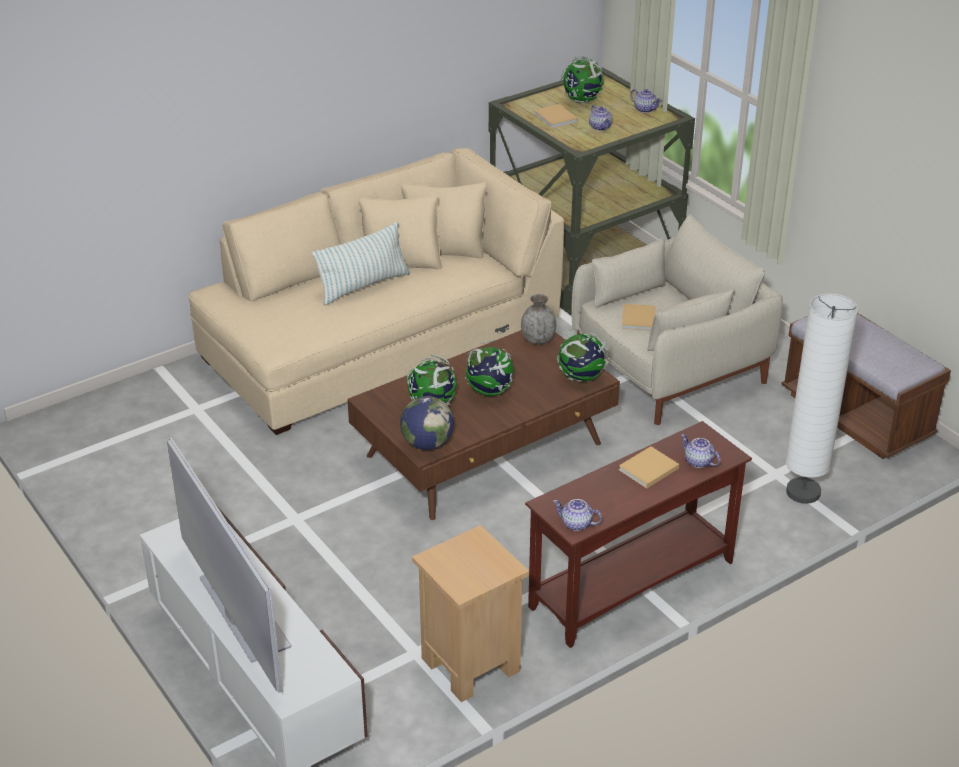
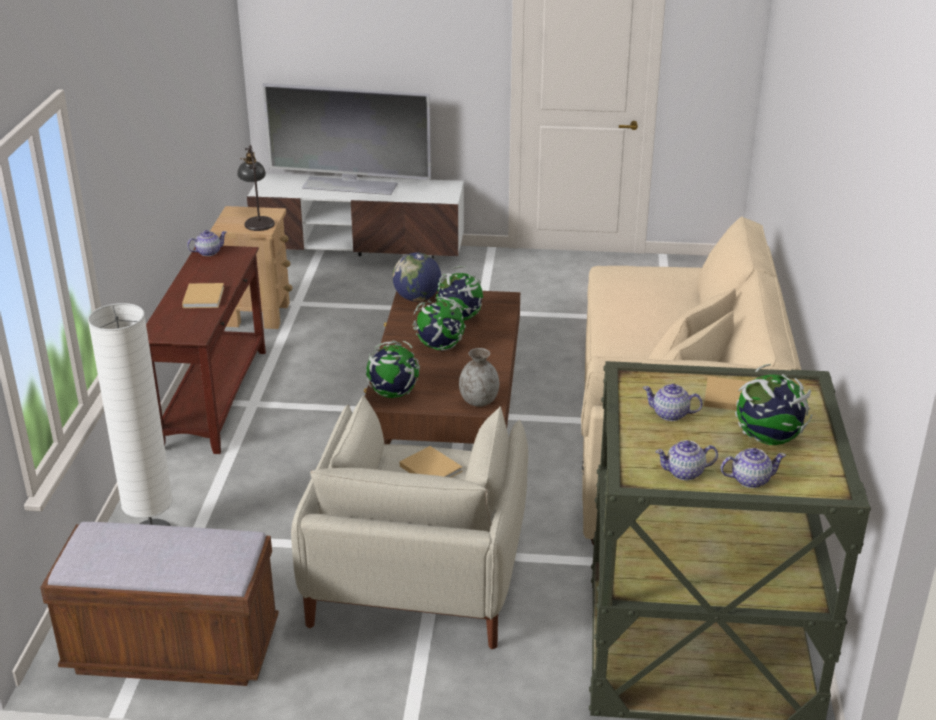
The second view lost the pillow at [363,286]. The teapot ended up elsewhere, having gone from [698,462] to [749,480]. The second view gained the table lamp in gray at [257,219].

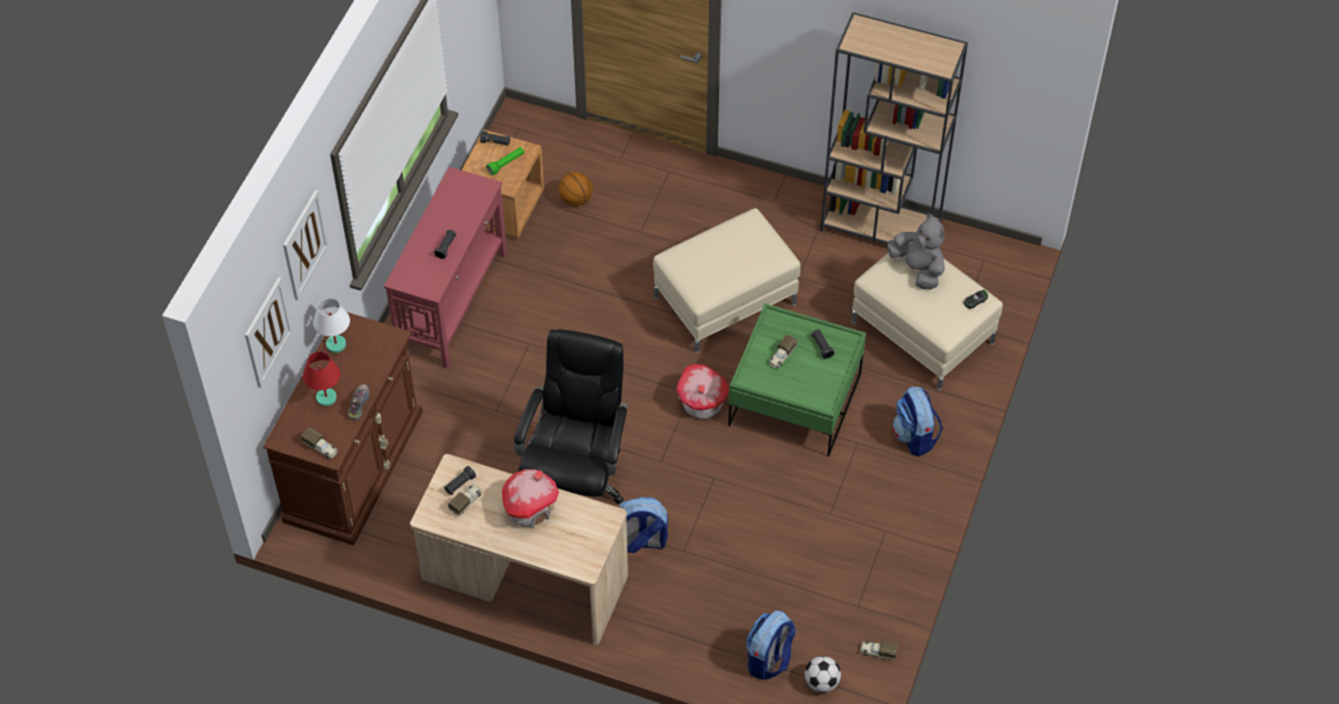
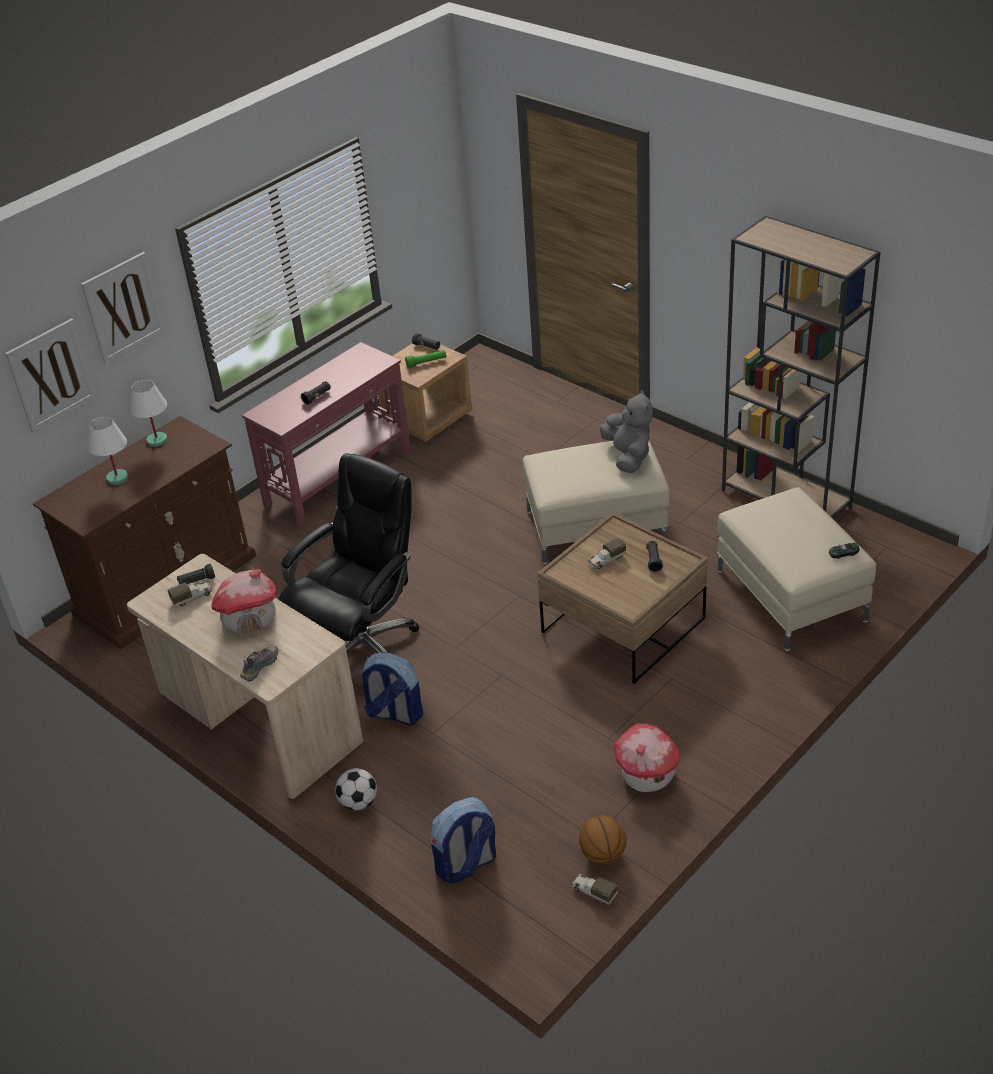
The second view lost the model truck at [321,448]. What was the table lamp in red-coloured at [326,397] turned into the table lamp in white at [117,478]. The item of footwear ended up elsewhere, having gone from [358,404] to [260,666]. The basketball ball ended up elsewhere, having gone from [576,200] to [603,855]. The toy house ended up elsewhere, having gone from [702,403] to [647,774]. What was the coffee table in green-coloured at [795,400] turned into the coffee table in brownish at [623,625]. The football ball ended up elsewhere, having gone from [821,682] to [358,802]. The soft toy in gray ended up elsewhere, having gone from [918,269] to [628,456]. The second view lost the knapsack at [915,436].

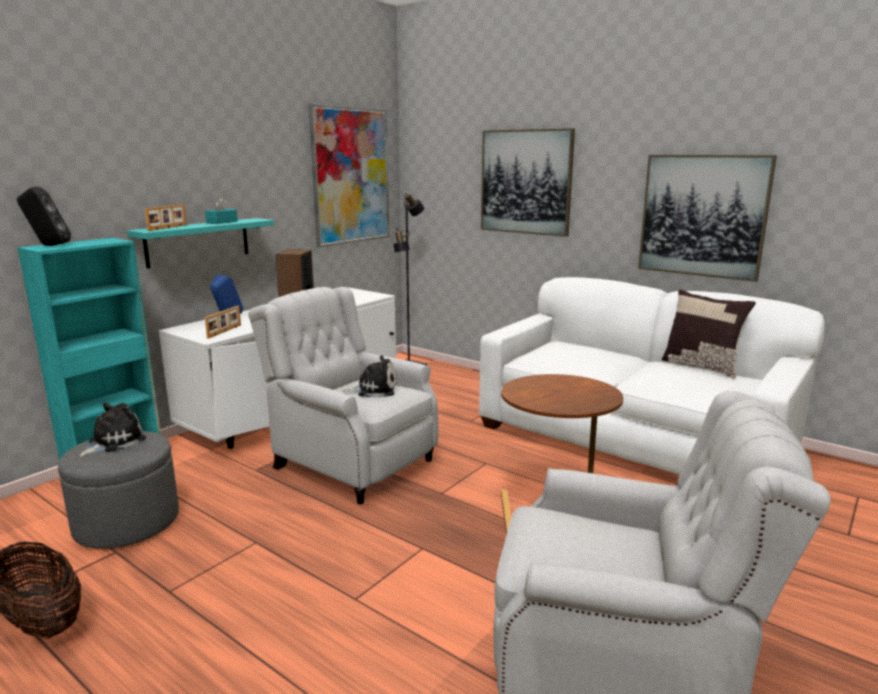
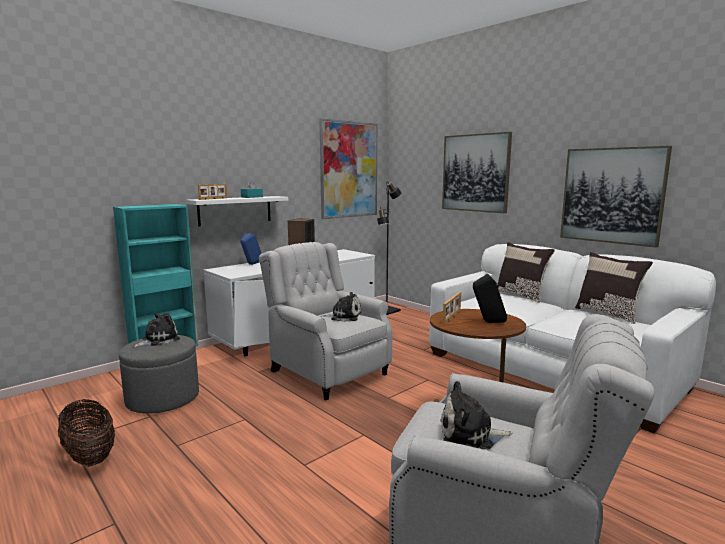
The speaker in blackish ended up elsewhere, having gone from [48,245] to [488,322]. What was the wall shelf in turquoise at [198,242] turned into the wall shelf in white at [235,210]. The photo frame ended up elsewhere, having gone from [225,331] to [452,317]. The second view gained the soft toy at [470,435]. The second view gained the pillow at [521,295].

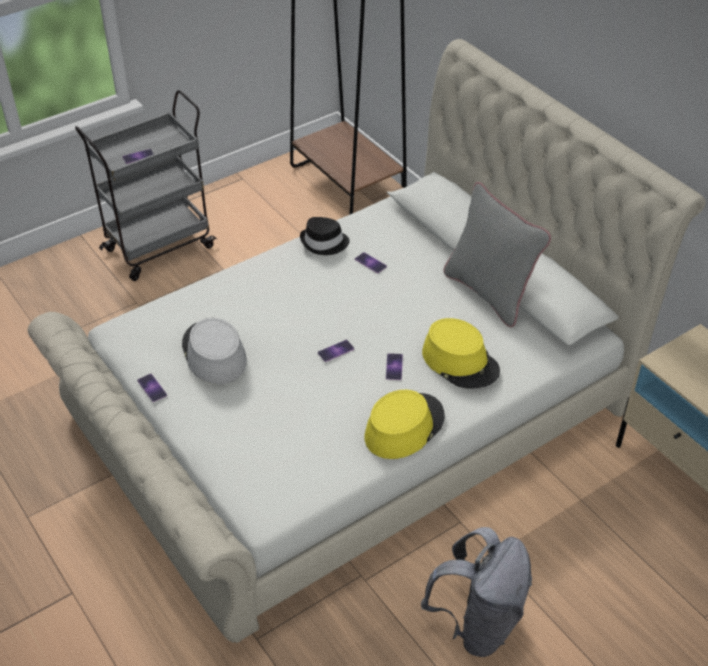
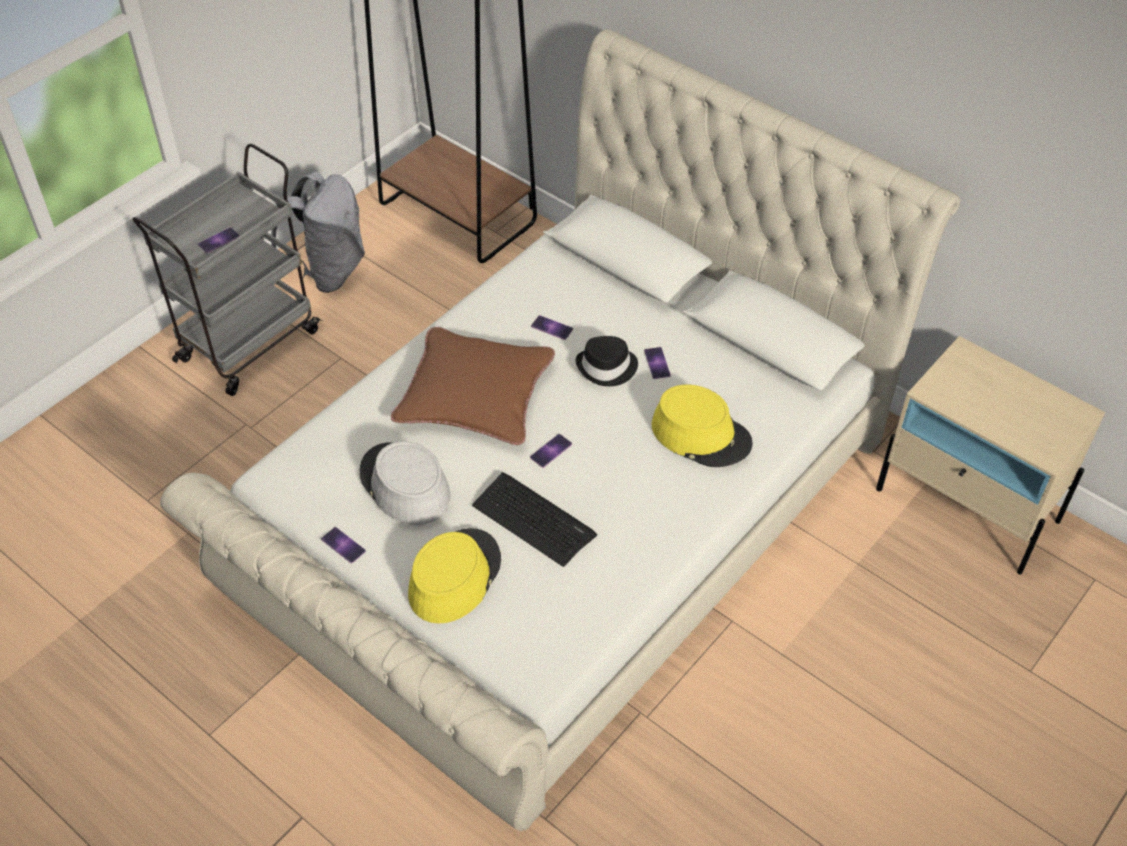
The clothing hat in blackish ended up elsewhere, having gone from [324,243] to [607,368]. The clothing hat in yellow-coloured ended up elsewhere, having gone from [404,426] to [454,576]. The phone ended up elsewhere, having gone from [394,367] to [657,363]. The knapsack in gray ended up elsewhere, having gone from [477,623] to [328,272]. The second view lost the pillow in gray at [489,293]. The second view gained the pillow in brownish at [475,395]. The second view gained the PC keyboard at [533,519].

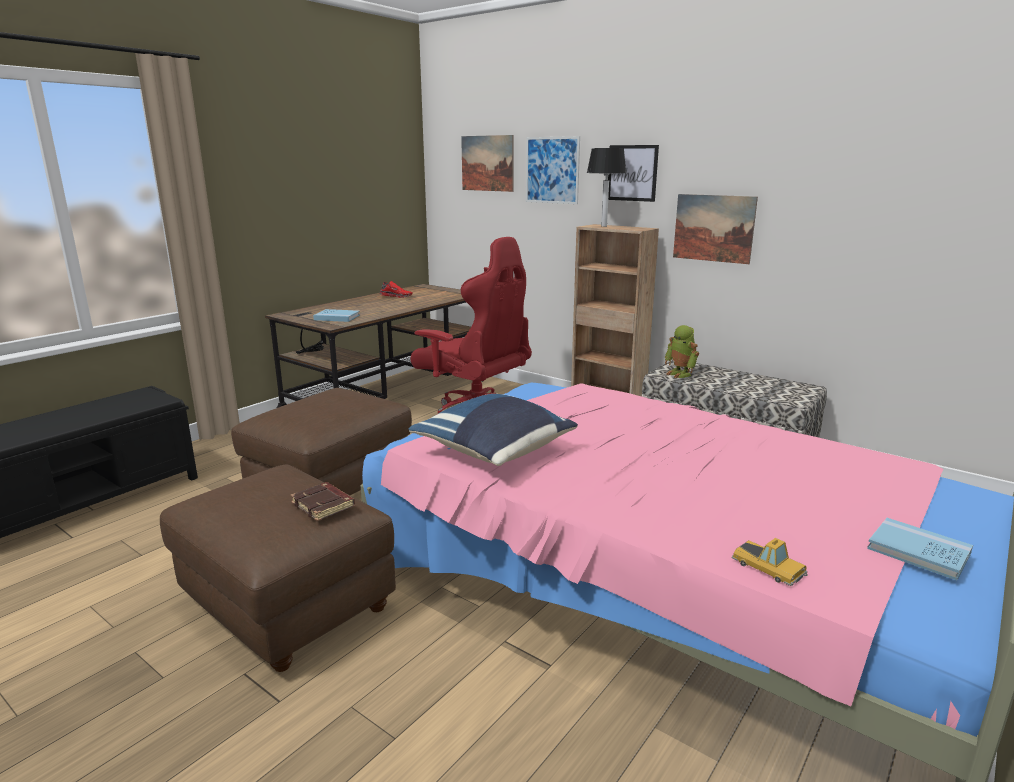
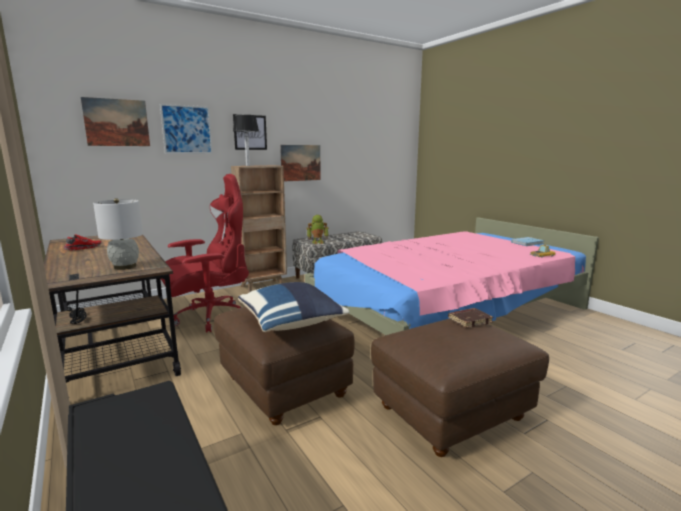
Where the volume in blue-coloured stood at [337,317], the table lamp in white came to stand at [125,267]. The pillow in blue-coloured ended up elsewhere, having gone from [495,452] to [292,323].

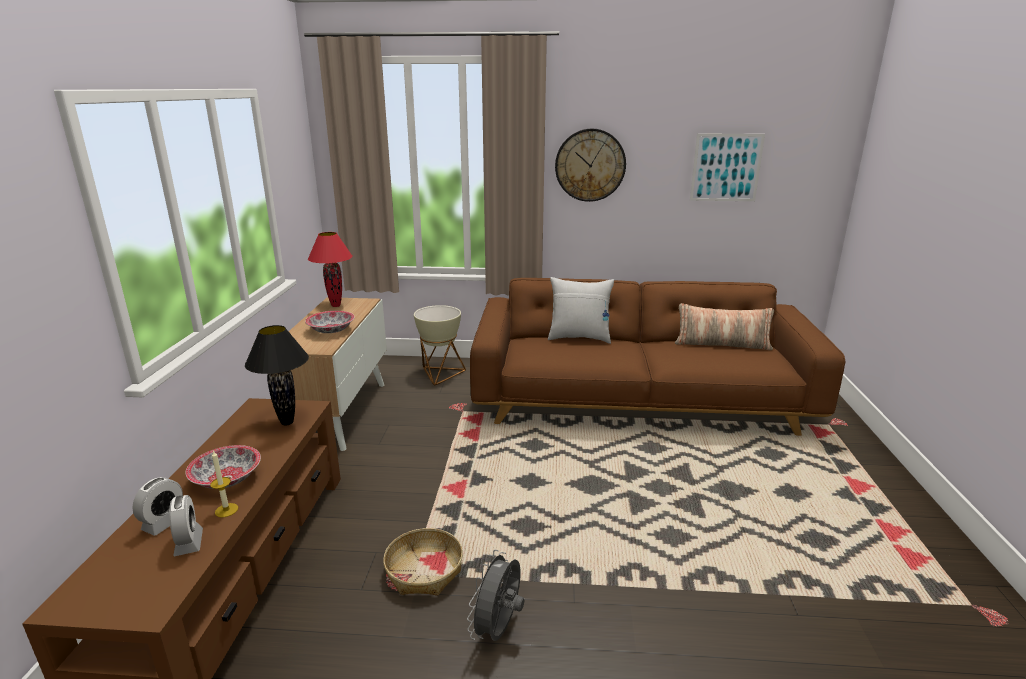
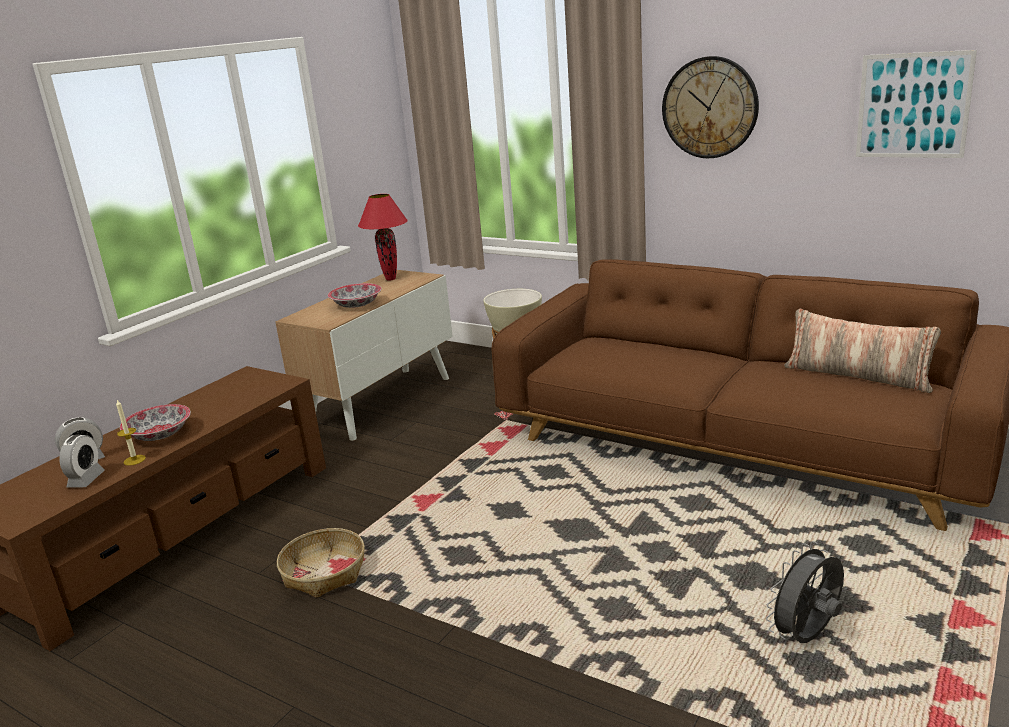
The second view lost the table lamp in blackish at [286,423]. The cooling fan in gray ended up elsewhere, having gone from [498,630] to [807,637]. The second view lost the pillow in gray at [579,338].

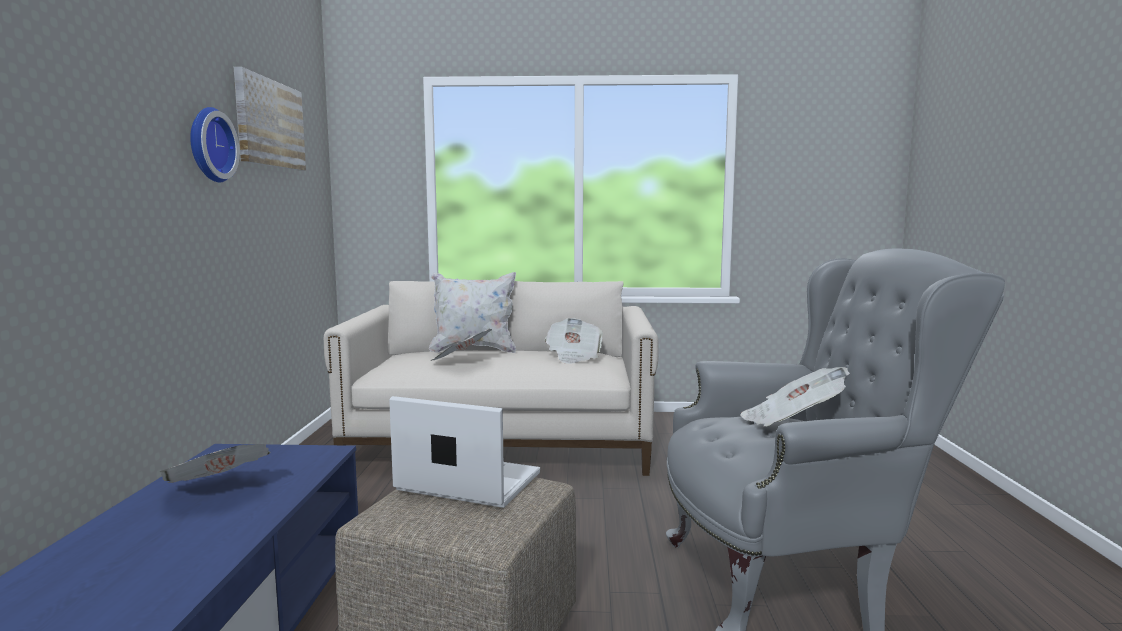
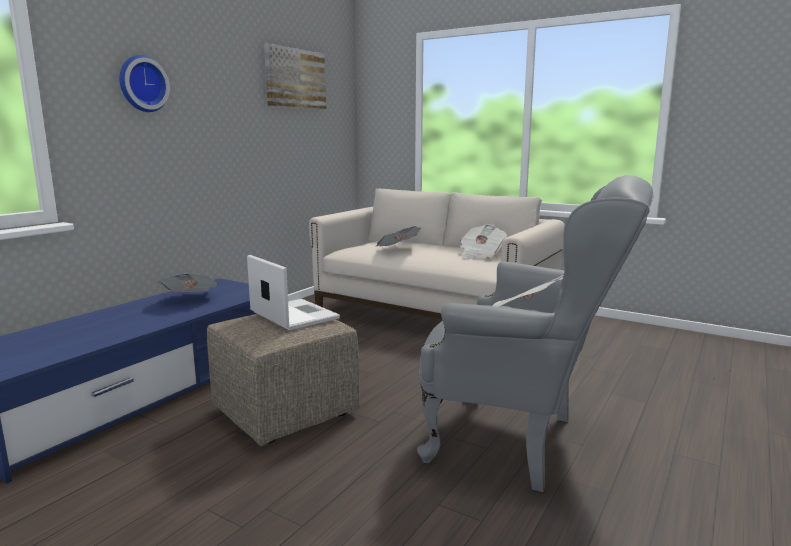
The wall clock ended up elsewhere, having gone from [208,145] to [142,84]. The second view lost the pillow in white at [473,350].

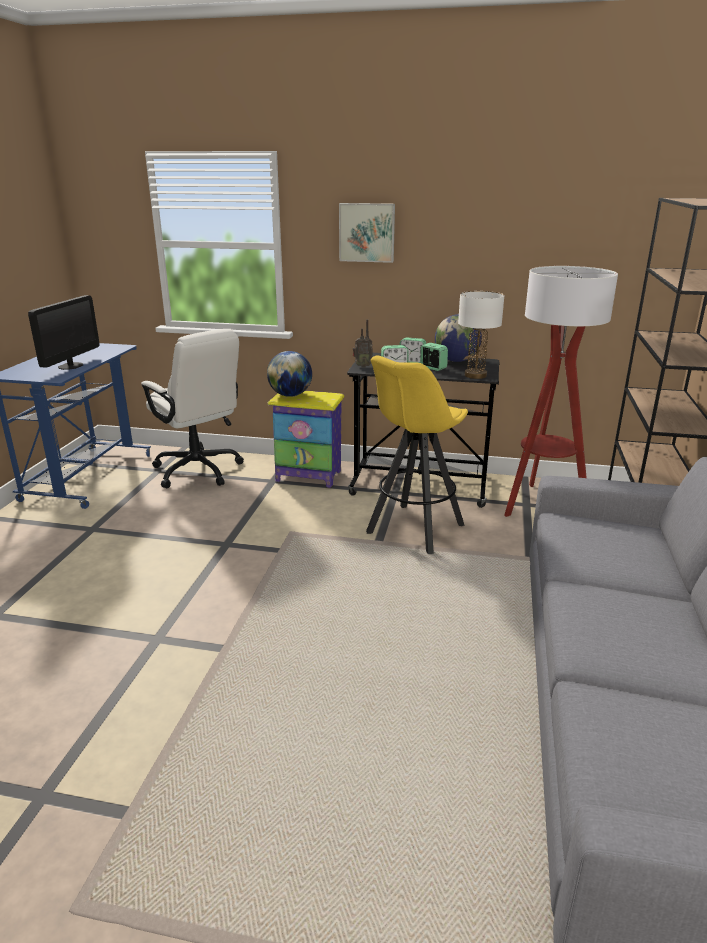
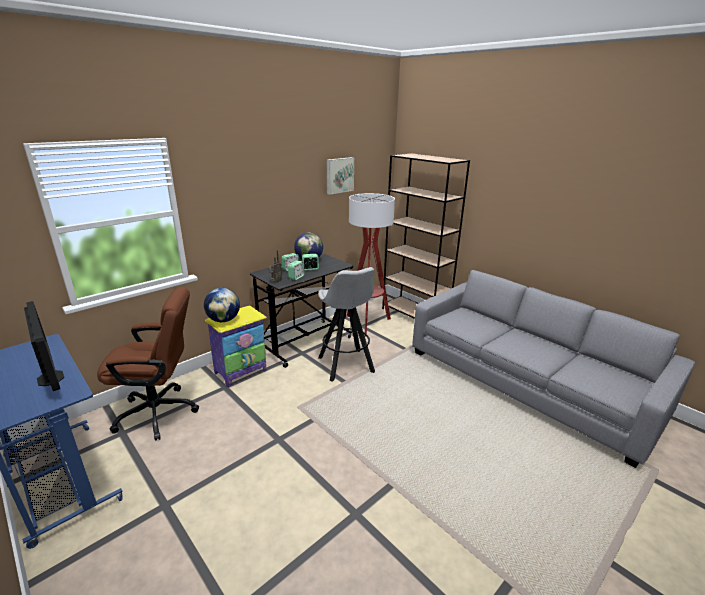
What was the computer chair in white at [200,472] turned into the computer chair in brownish at [161,413]. The wall art ended up elsewhere, having gone from [367,232] to [339,175]. What was the sitting stool in yellow-coloured at [413,529] turned into the sitting stool in gray at [346,366]. The second view lost the table lamp at [475,375].

